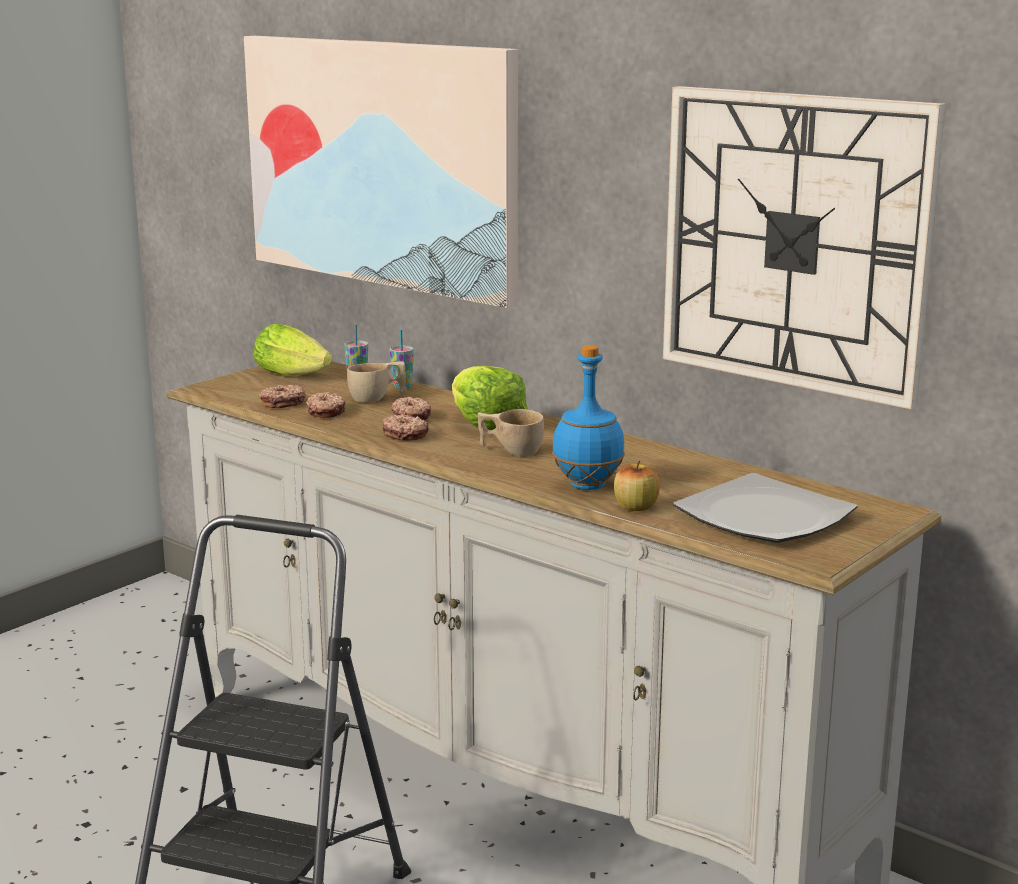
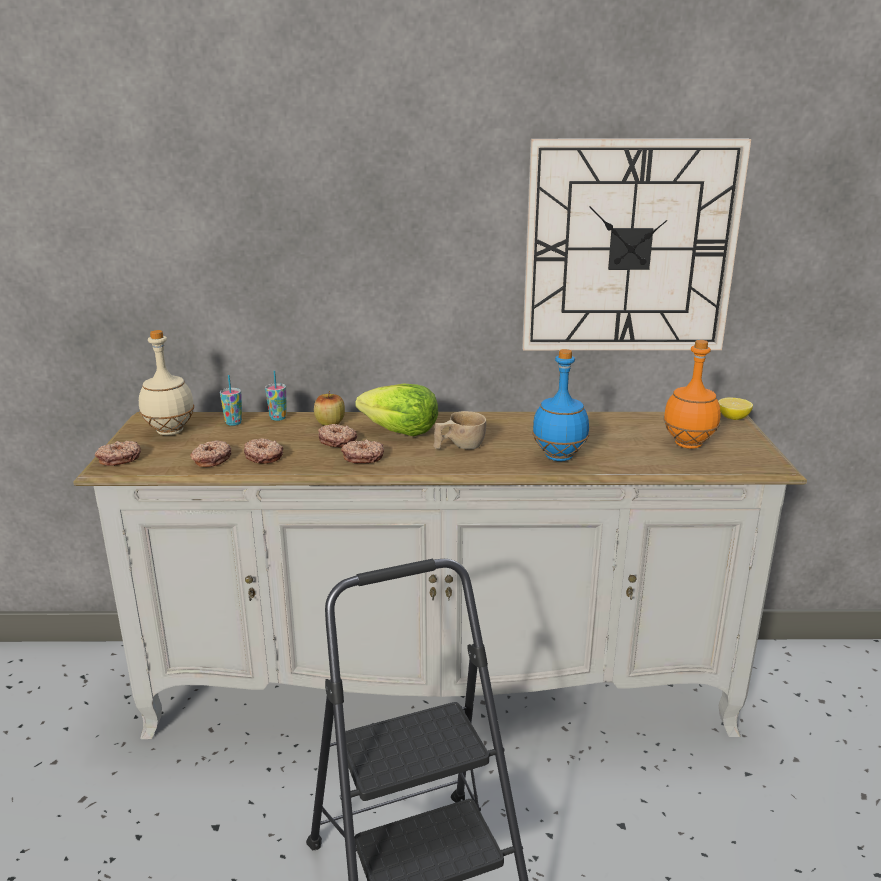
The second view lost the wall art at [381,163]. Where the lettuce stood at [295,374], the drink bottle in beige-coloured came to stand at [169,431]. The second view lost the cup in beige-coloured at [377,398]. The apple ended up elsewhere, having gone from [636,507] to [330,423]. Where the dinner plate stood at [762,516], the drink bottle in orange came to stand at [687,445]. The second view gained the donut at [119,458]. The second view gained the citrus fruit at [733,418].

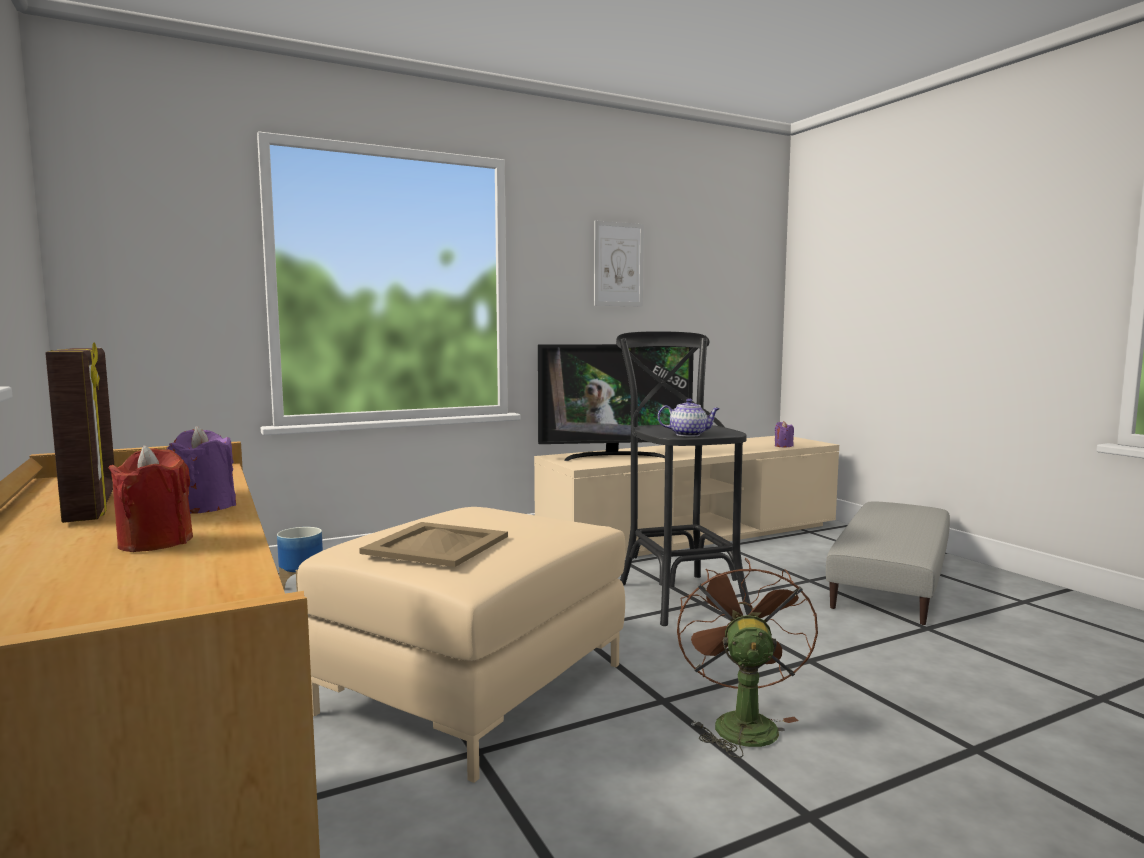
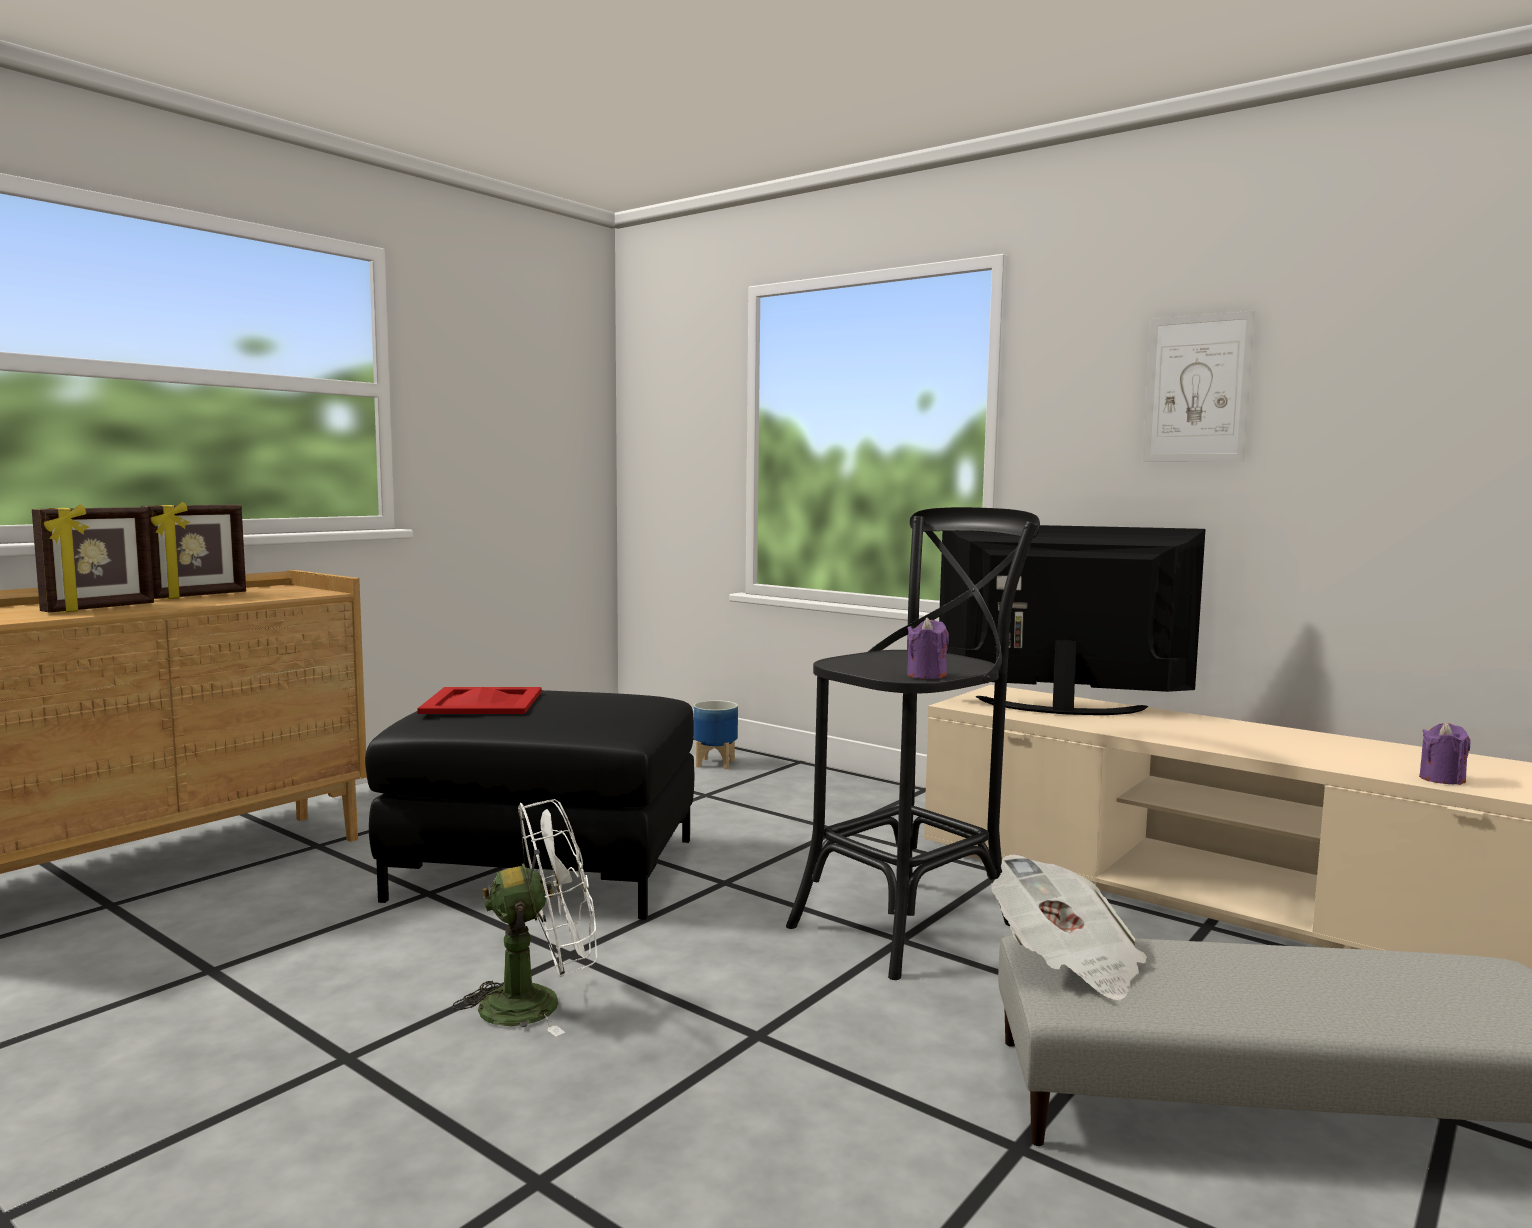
Where the wax candle in red-coloured stood at [155,542], the photo frame came to stand at [100,608]. The wax candle in purple-coloured ended up elsewhere, having gone from [205,507] to [926,675]. What was the ottoman in beige-coloured at [474,688] turned into the ottoman in blackish at [546,868]. What was the tray in beige-coloured at [437,545] turned into the tray in red-coloured at [481,702]. The TV set at [614,456] ended up facing another way, 135 degrees clockwise from before. The second view lost the teapot at [689,434]. What was the cooling fan in brownish at [741,722] turned into the cooling fan in white at [538,1002]. The second view gained the printed paper at [1067,963].

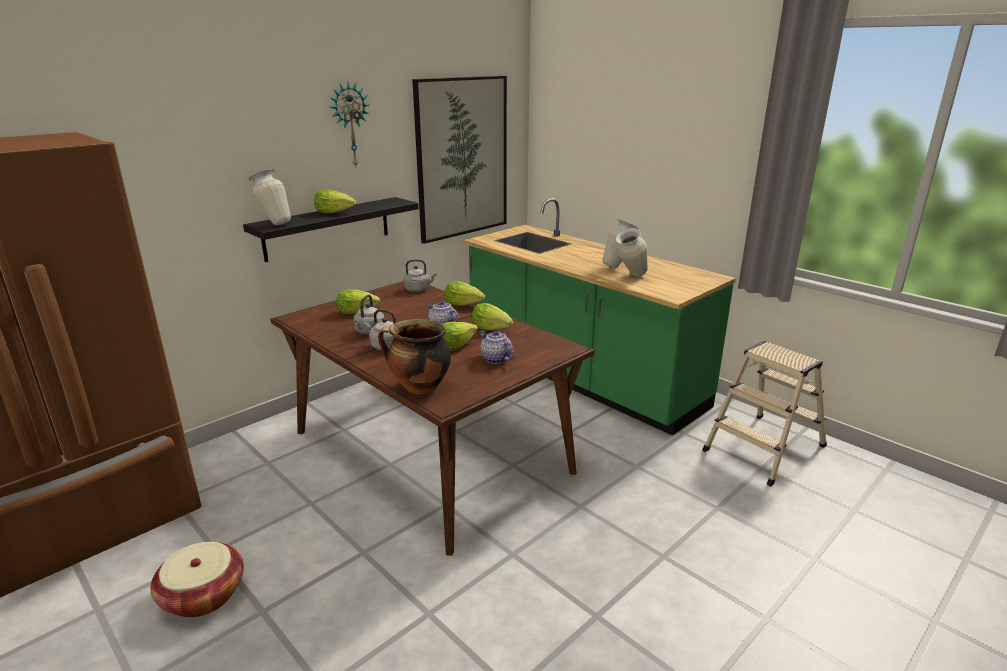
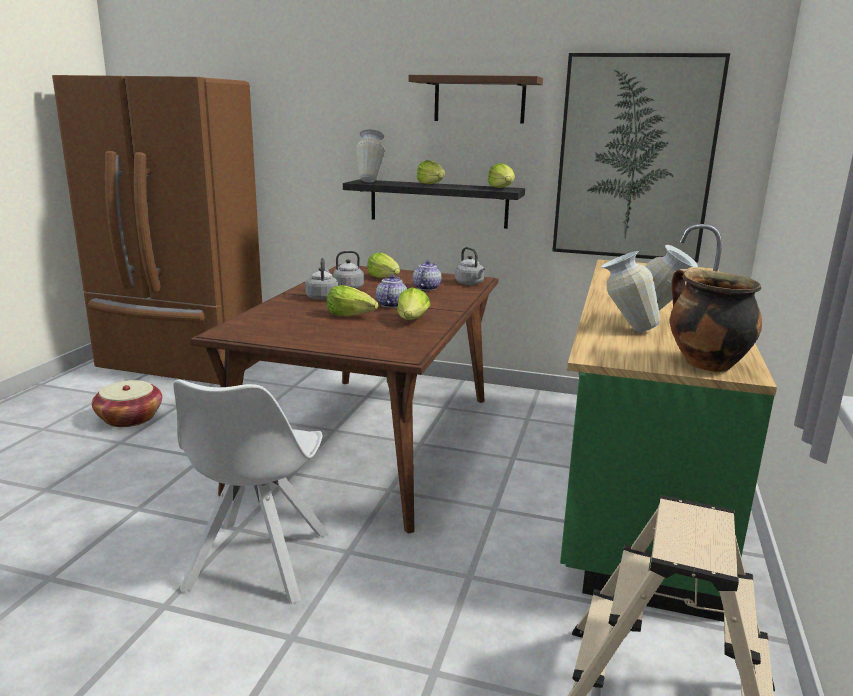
Where the wall clock hung at [350,125], the wall shelf in brownish came to hang at [479,99]. The stockpot ended up elsewhere, having gone from [419,388] to [704,364]. The lettuce ended up elsewhere, having gone from [463,304] to [502,188]. The teapot ended up elsewhere, having gone from [495,359] to [426,288]. The second view gained the plain chair in white at [256,562].

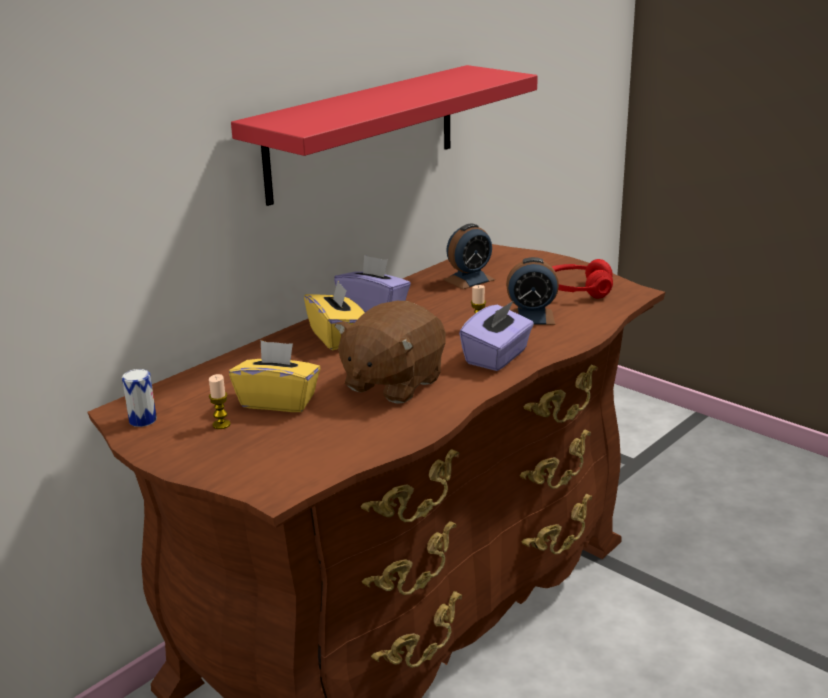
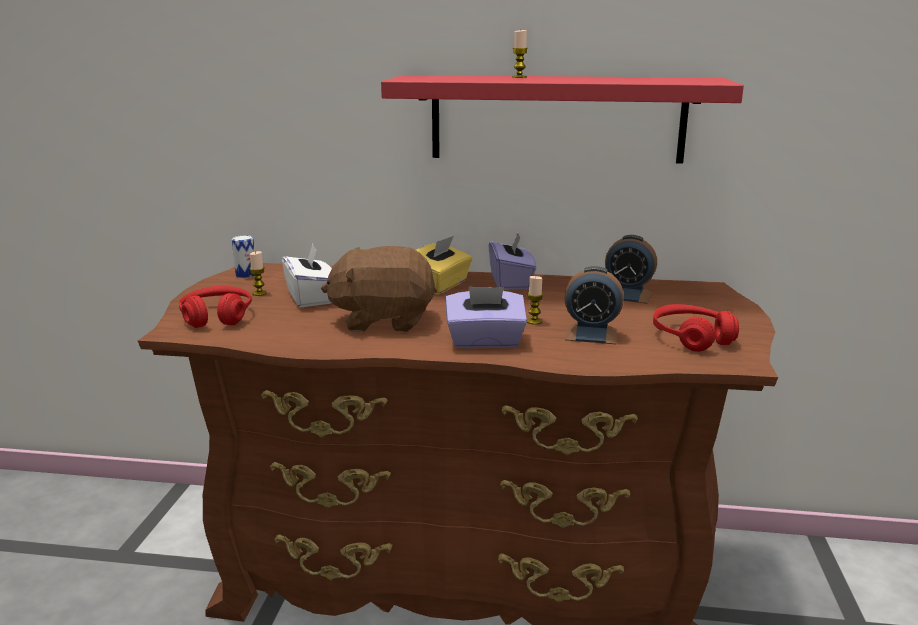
What was the tissue holder in yellow-coloured at [278,401] turned into the tissue holder in white at [311,297]. The table clock at [531,317] ended up facing another way, 45 degrees counterclockwise from before. The second view gained the pair of headphones in red-coloured at [217,317]. The second view gained the wax candle at [519,77].

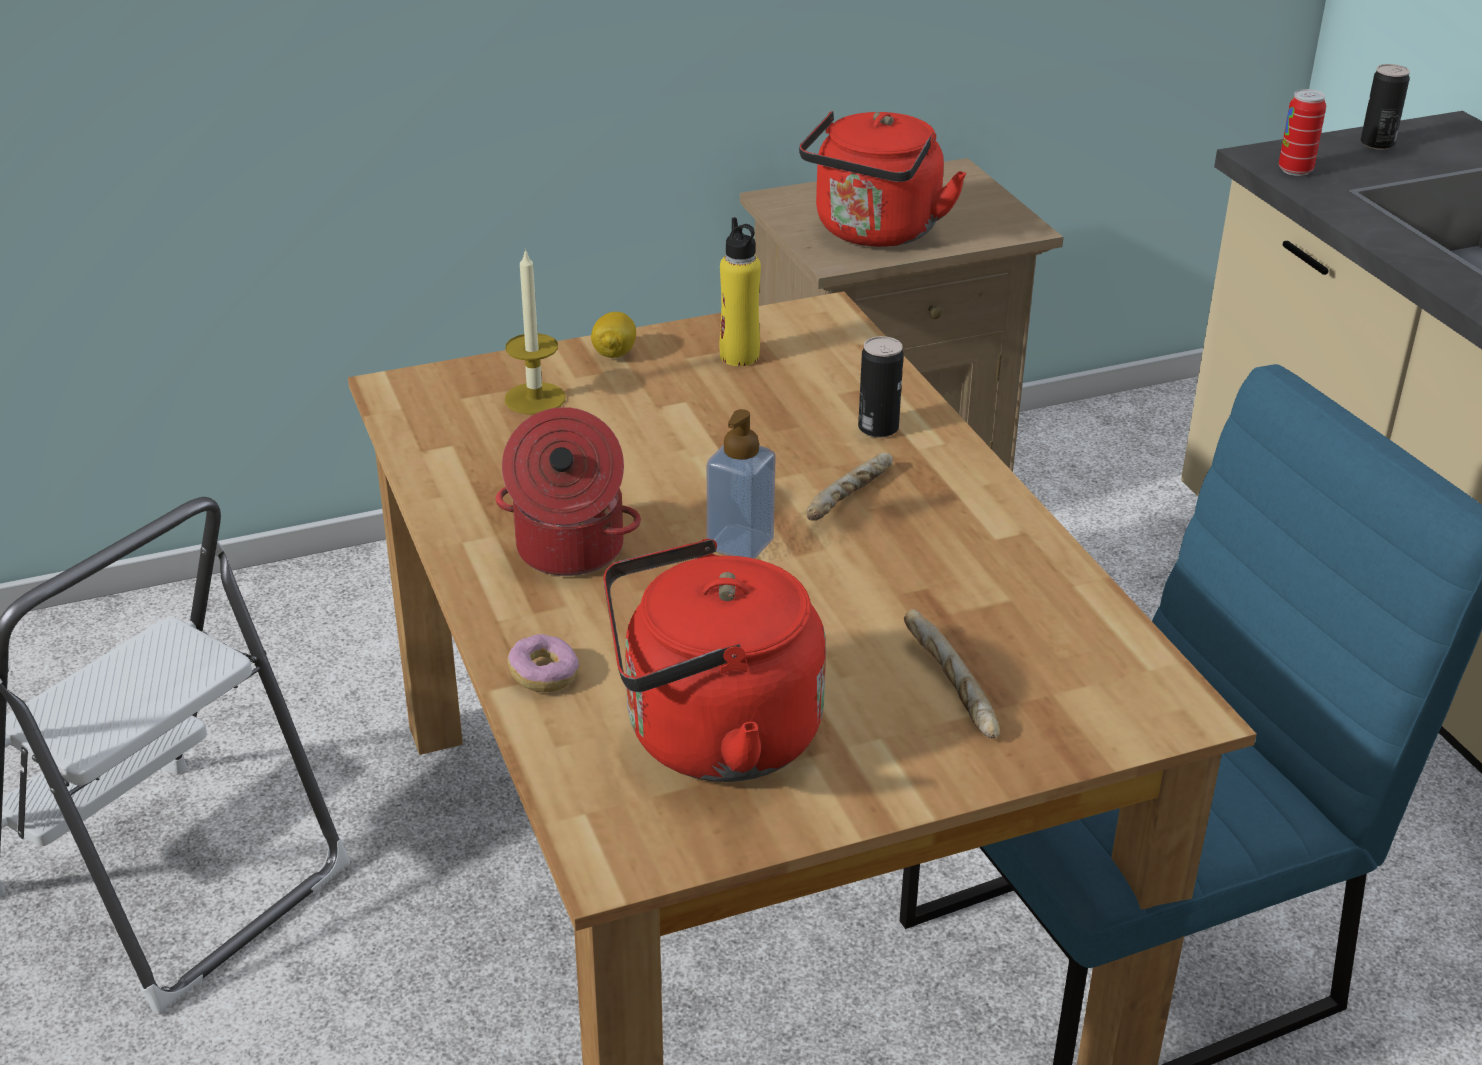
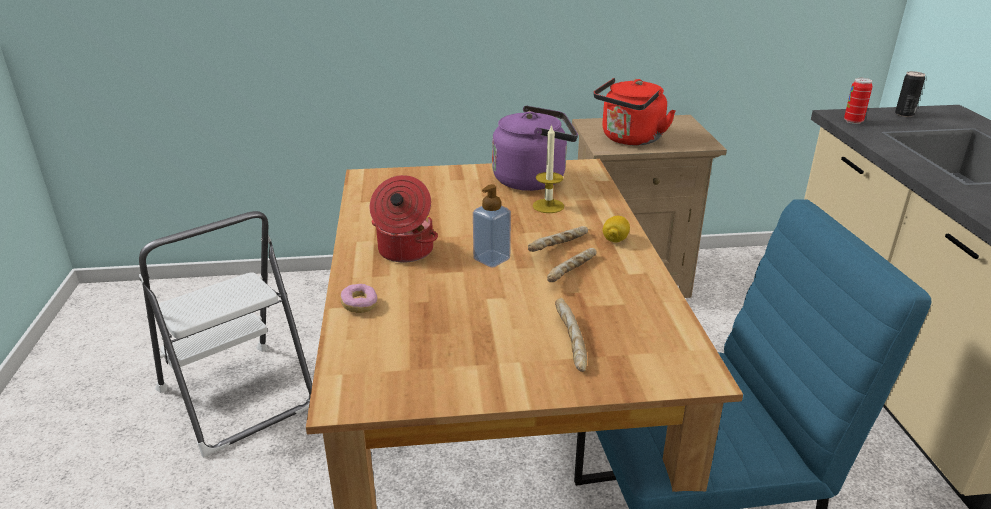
The wax candle ended up elsewhere, having gone from [535,398] to [548,206]. The citrus fruit ended up elsewhere, having gone from [614,354] to [615,240]. The second view lost the tea kettle in red-coloured at [710,737]. Where the drink bottle in yellow-coloured stood at [739,356], the tea kettle in purple-coloured came to stand at [533,179]. The second view lost the sealed can at [878,428]. The second view gained the bakery bread at [572,273].

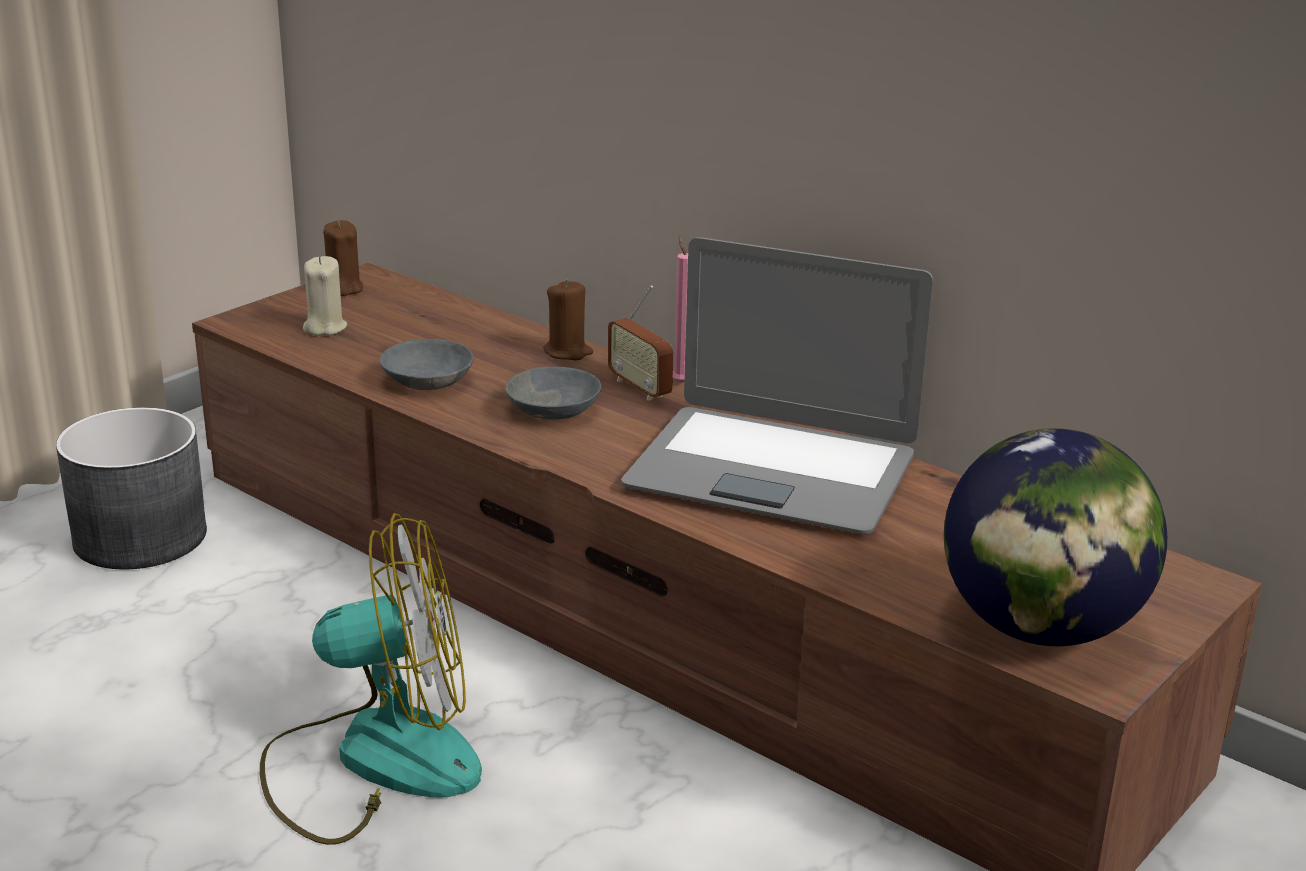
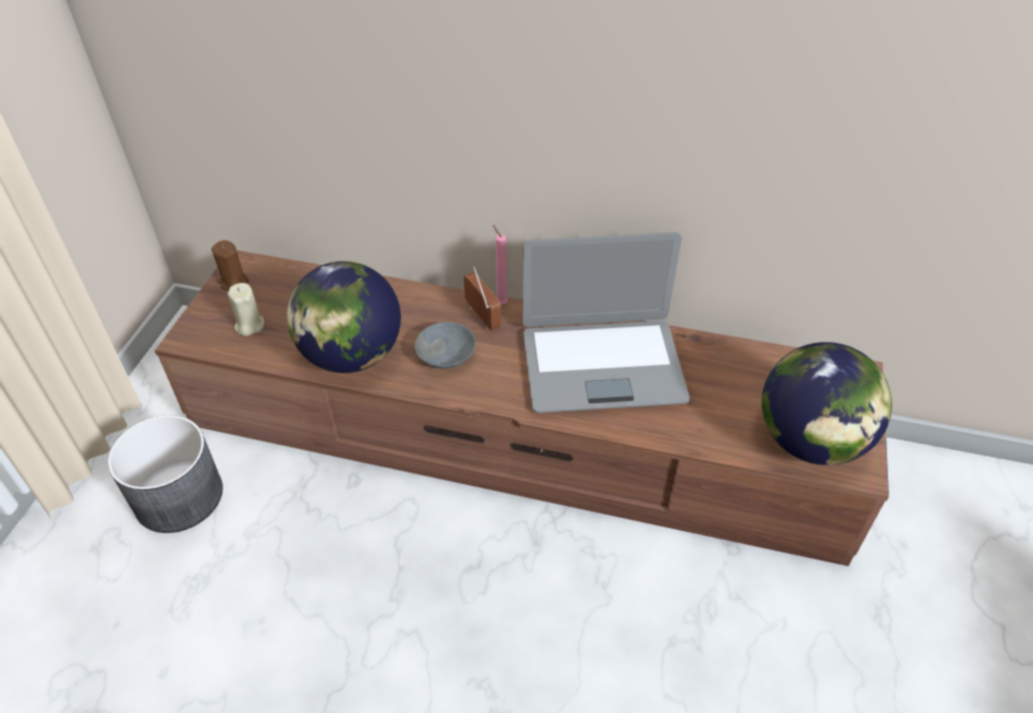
The second view lost the cooling fan at [373,760]. Where the deep dish in gray stood at [425,381], the desk globe came to stand at [351,355]. The second view lost the wax candle in brownish at [568,352]. The radio at [640,388] ended up facing another way, 150 degrees counterclockwise from before.

